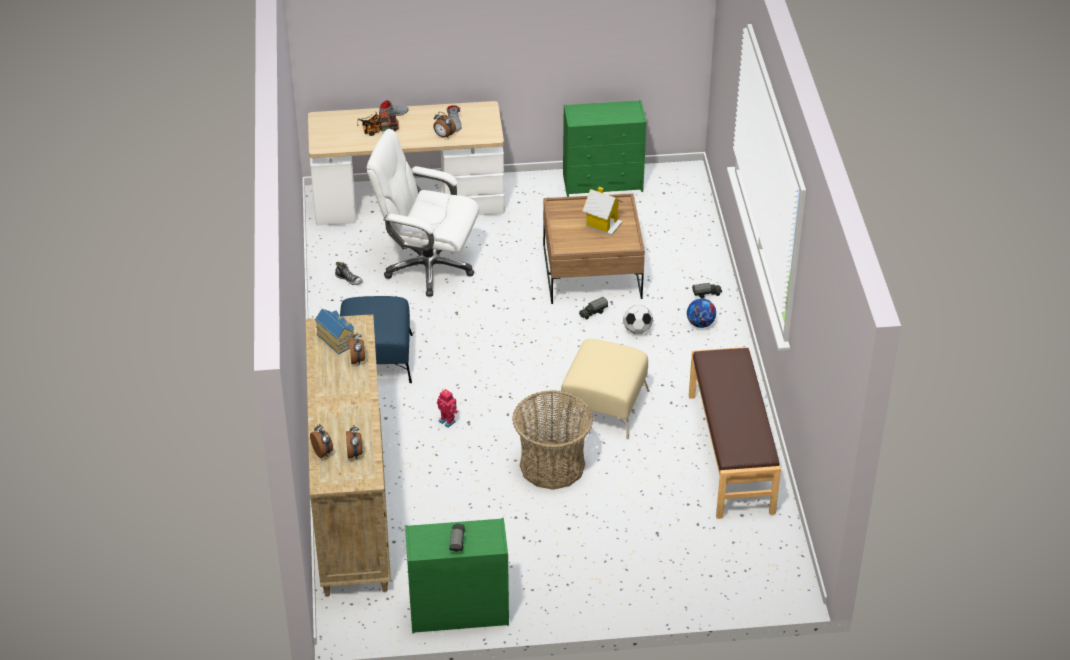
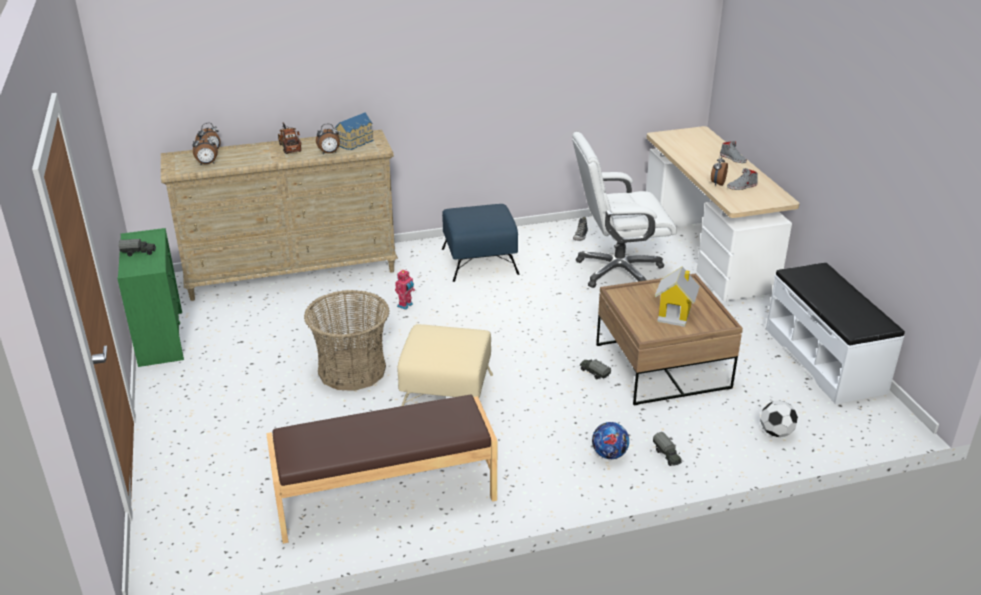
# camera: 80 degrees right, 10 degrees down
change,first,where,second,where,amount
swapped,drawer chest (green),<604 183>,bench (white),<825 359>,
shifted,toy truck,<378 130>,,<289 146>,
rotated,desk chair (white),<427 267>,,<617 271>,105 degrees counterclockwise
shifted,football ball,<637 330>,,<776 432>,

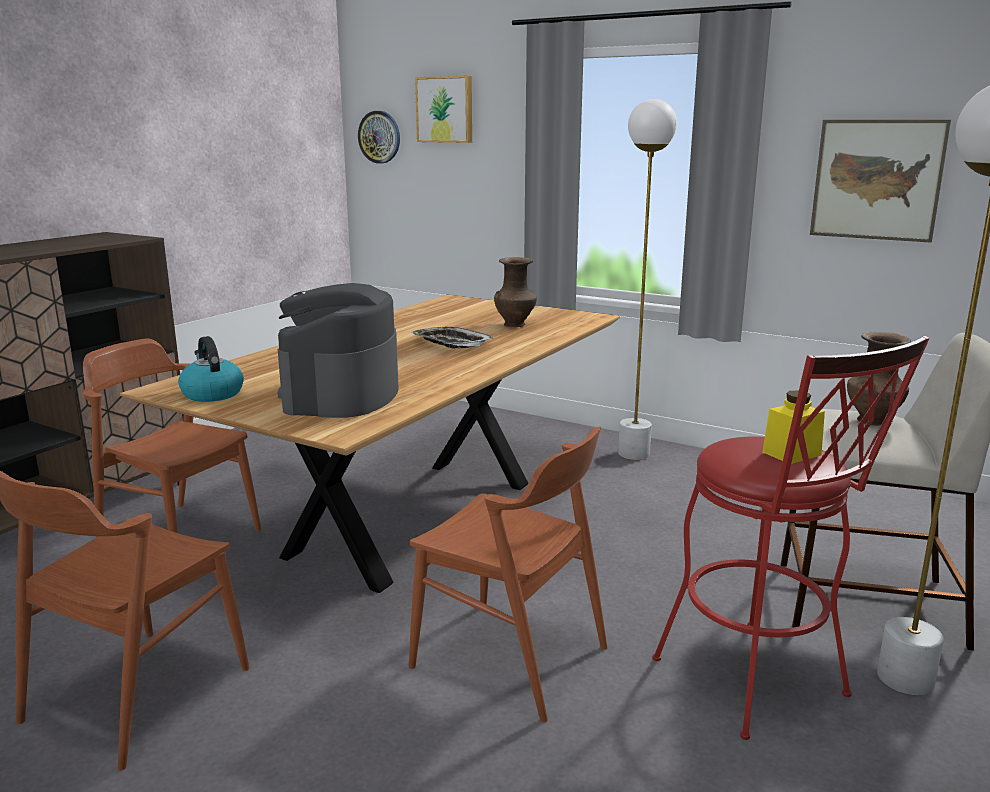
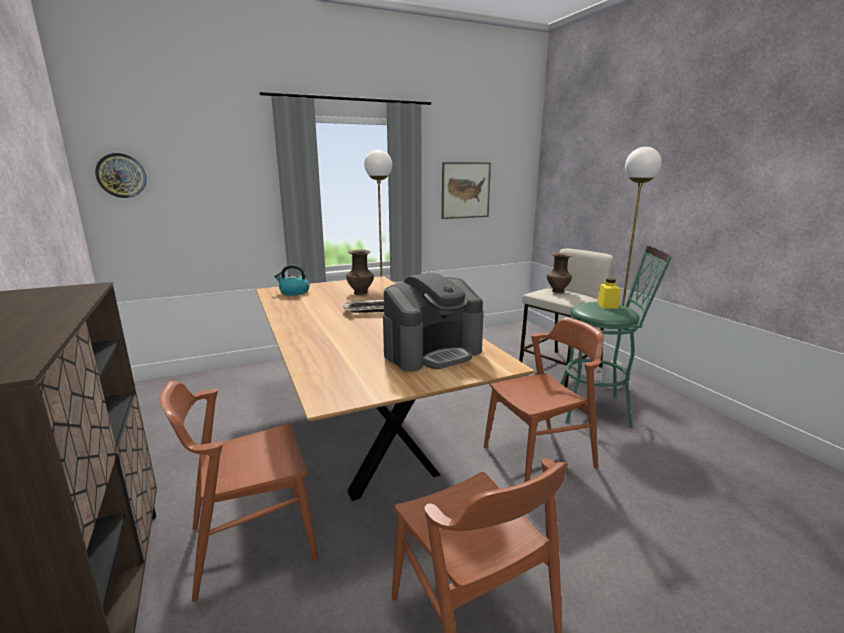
# camera: 55 degrees left, 0 degrees up
change,first,where,second,where,amount
gone,picture,<445 109>,,,
rotated,coffee maker,<341 395>,,<432 352>,75 degrees counterclockwise
shifted,kettle,<212 394>,,<294 292>,
repainted,stool (red-coloured),<759 685>,stool (green),<599 410>,

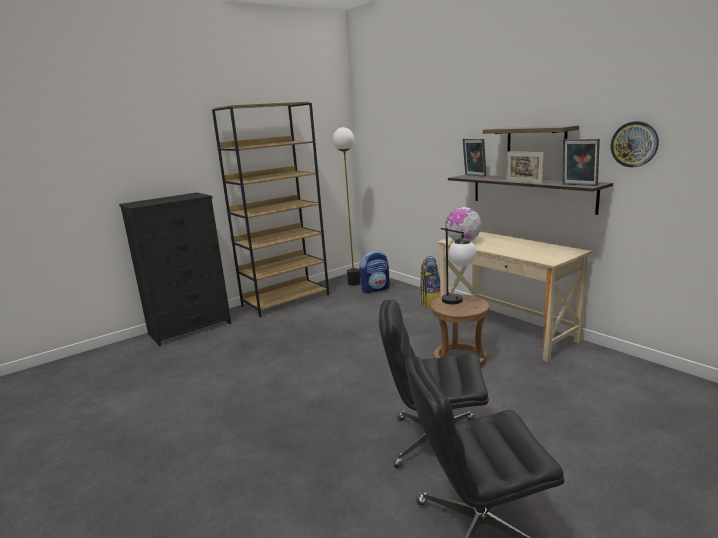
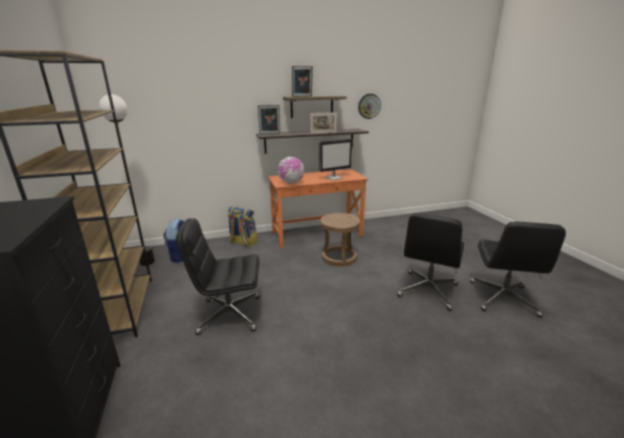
# camera: 70 degrees left, 5 degrees up
change,first,where,second,where,amount
shifted,picture frame,<578 185>,,<302 96>,
gone,lamp for a table,<458 302>,,,
repainted,desk unit (sand-coloured),<507 331>,desk unit (orange-coloured),<317 234>,
new,,,computer screen,<334 178>,
new,,,desk chair (blackish),<228 315>,

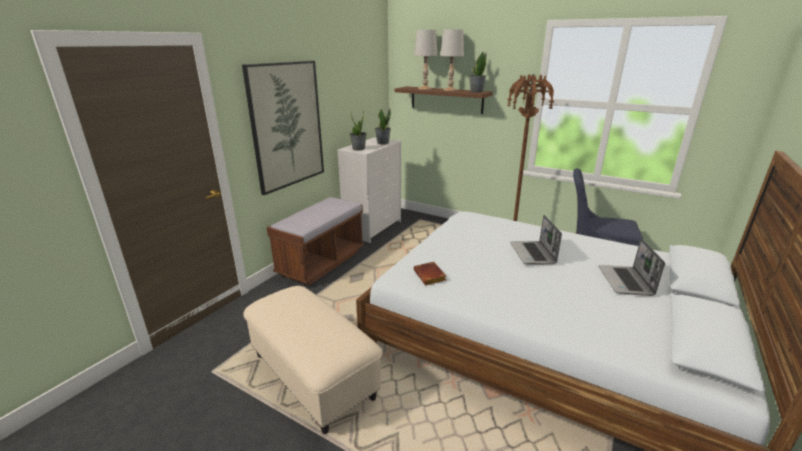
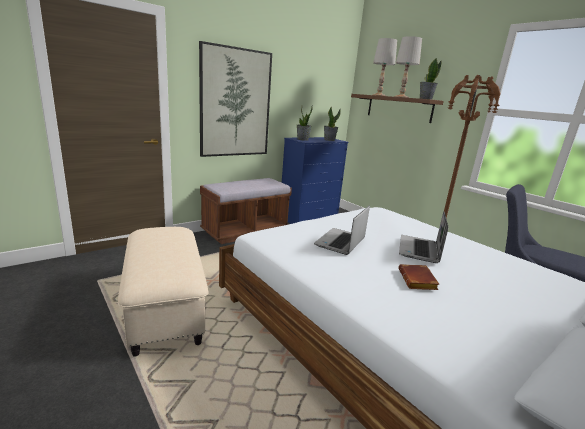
# camera: 20 degrees right, 5 degrees down
change,first,where,second,where,amount
repainted,drawer chest (white),<373 228>,drawer chest (blue),<309 218>,
shifted,laptop,<626 281>,,<340 242>,
shifted,bound book (brown-coloured),<430 276>,,<418 281>,

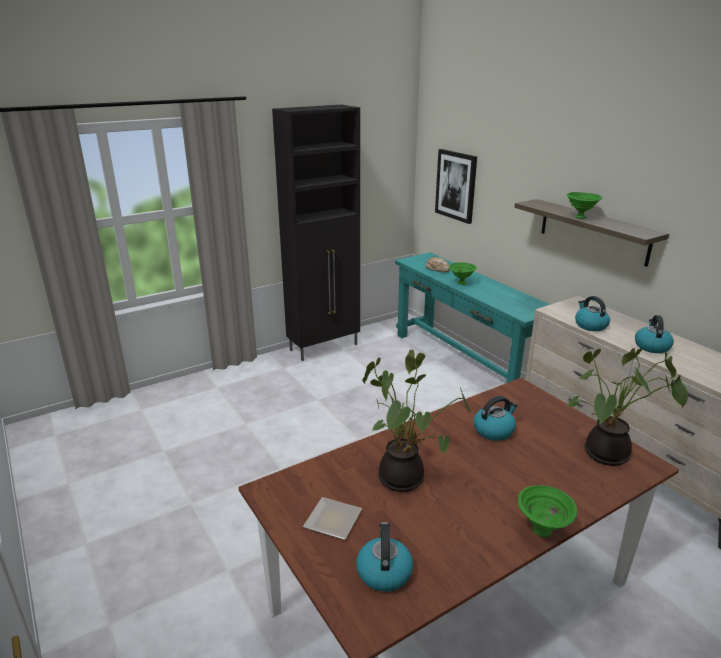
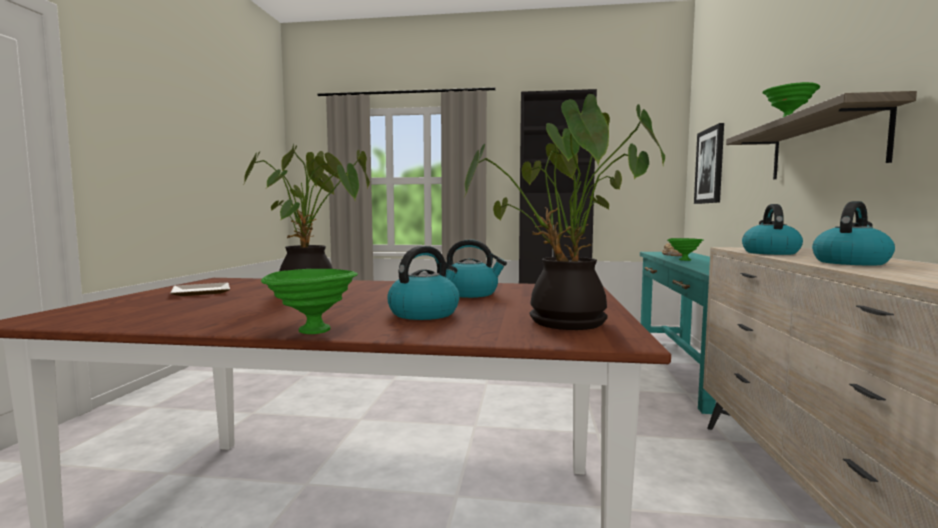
# camera: 40 degrees right, 20 degrees down
change,first,where,second,where,amount
shifted,kettle,<384 572>,,<424 313>,

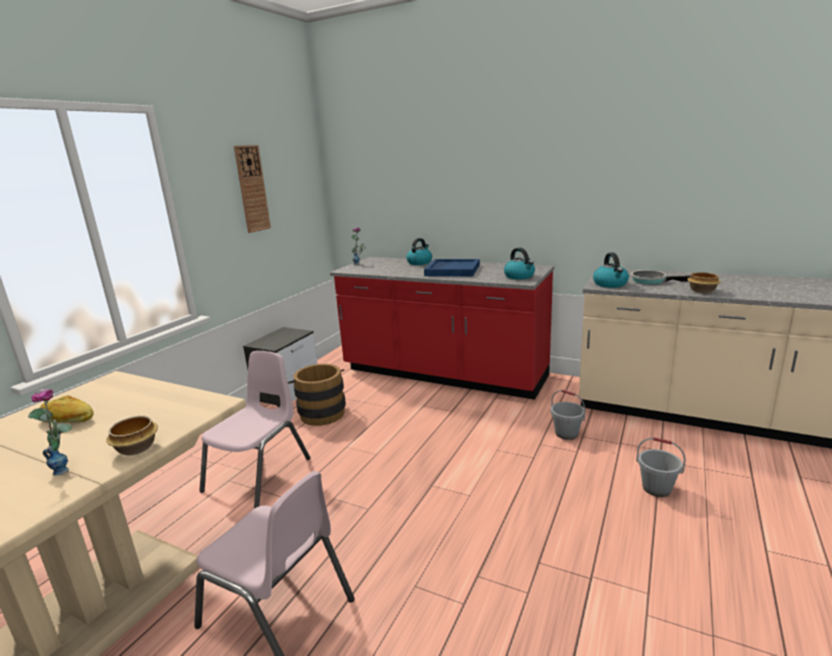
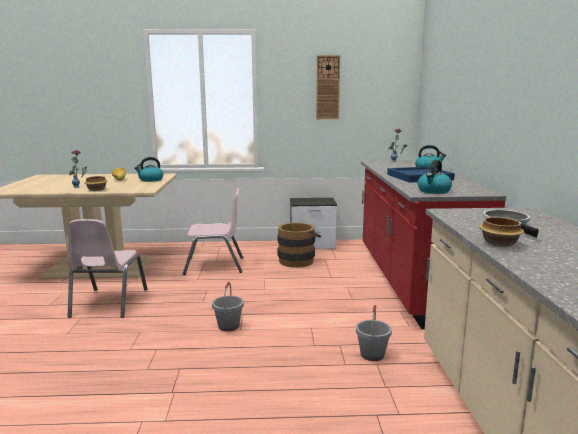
# camera: 60 degrees right, 5 degrees down
change,first,where,second,where,amount
shifted,kettle,<610 284>,,<150 180>,
shifted,pail (greyish),<657 488>,,<229 326>,

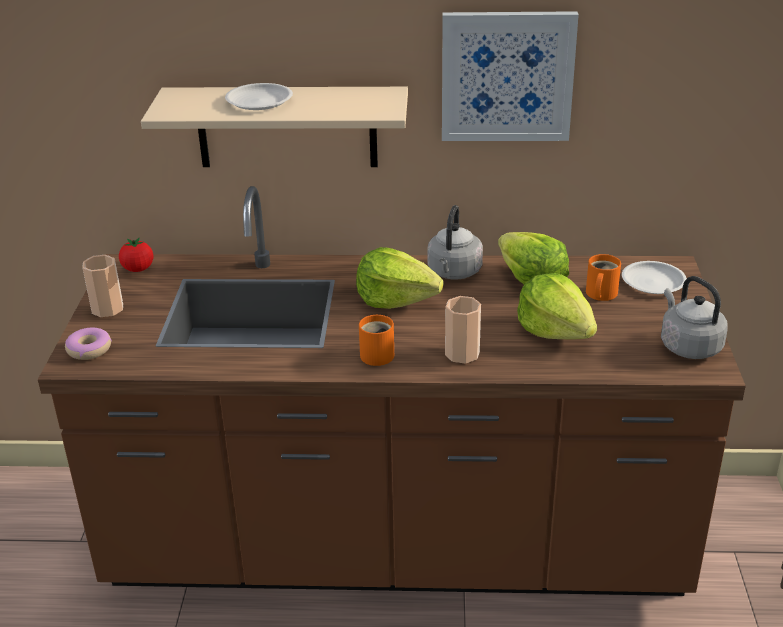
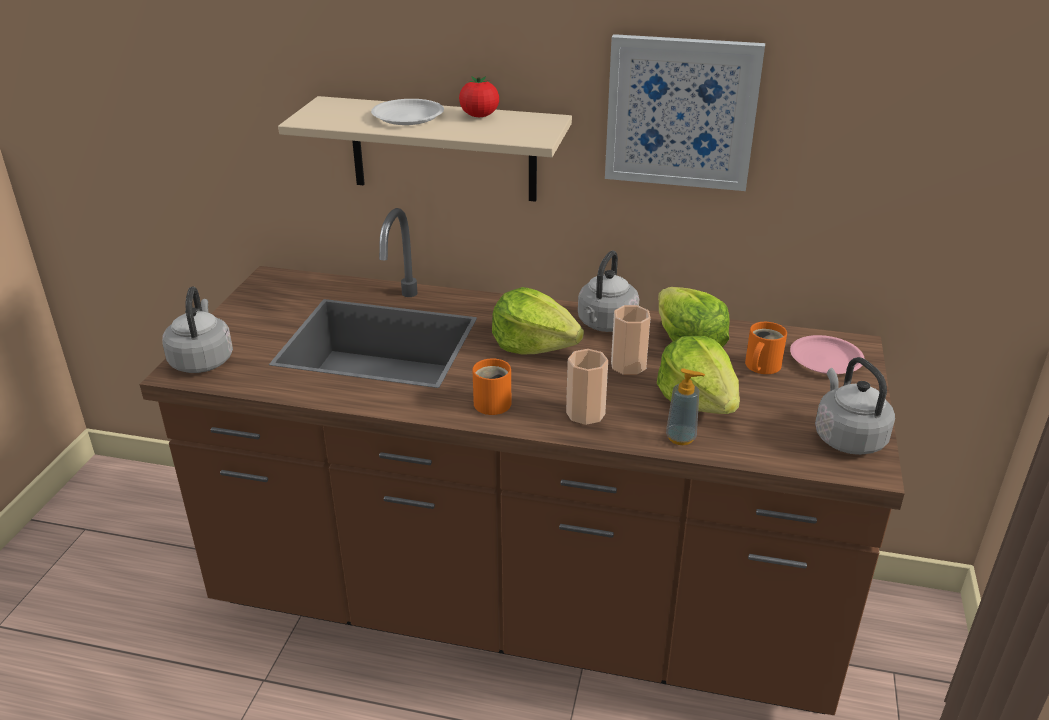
# camera: 10 degrees right, 0 degrees up
change,first,where,second,where,amount
shifted,whole tomato,<138 269>,,<479 116>,
shifted,cup,<107 309>,,<628 365>,
repainted,plate (white),<653 282>,plate (pink-coloured),<826 360>,
swapped,donut,<89 349>,kettle (greyish),<202 360>,
new,,,liquid soap bottle,<681 437>,

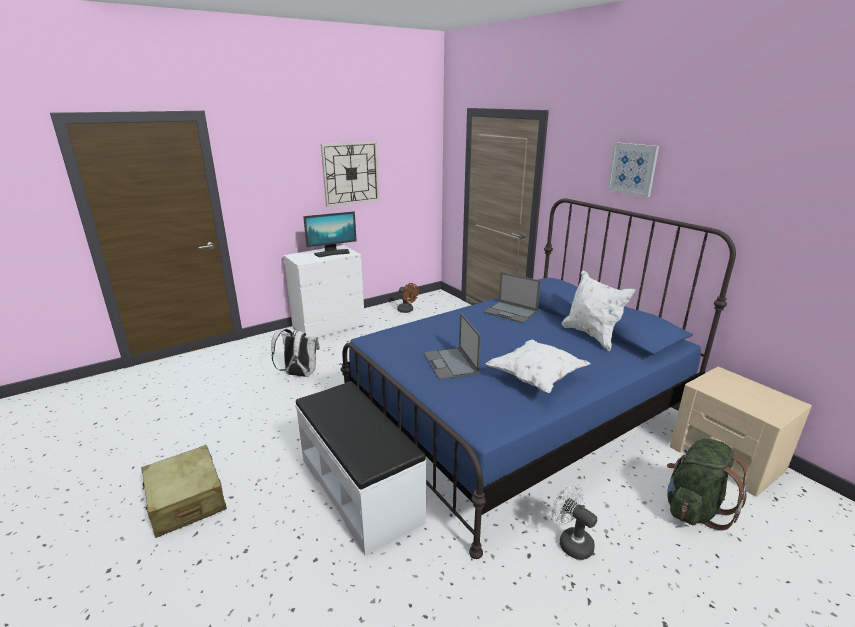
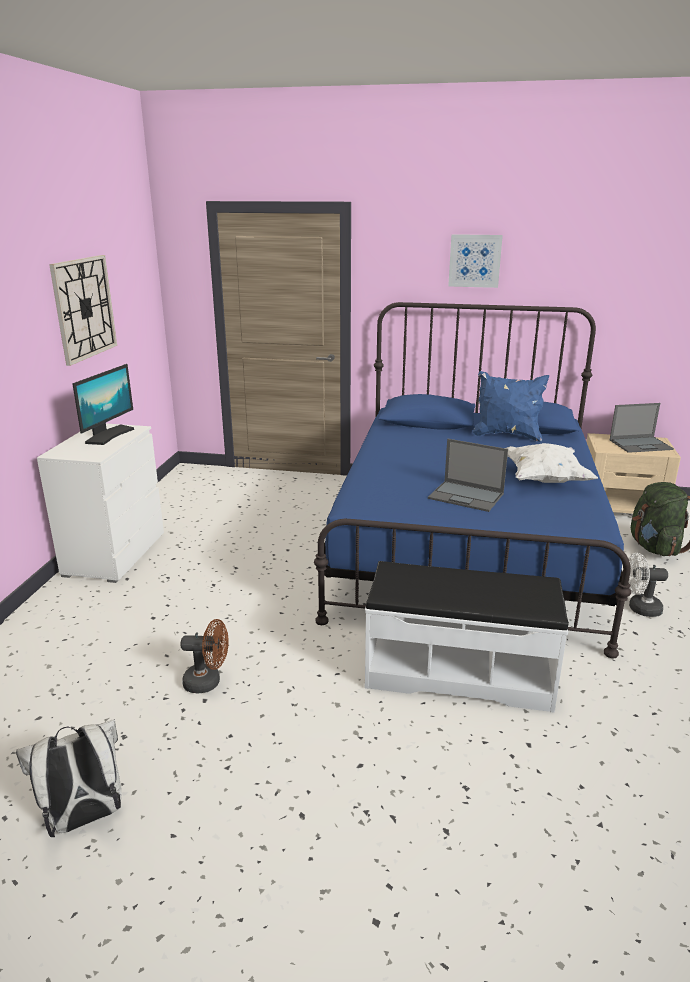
# camera: 45 degrees left, 0 degrees up
change,first,where,second,where,amount
repainted,cushion (white),<591 335>,cushion (blue),<507 435>,
shifted,laptop,<511 312>,,<641 444>,
shifted,electric fan (brown-coloured),<407 310>,,<208 682>,
shifted,rucksack (white),<299 374>,,<85 818>,
gone,suitcase (sand-coloured),<186 500>,,,

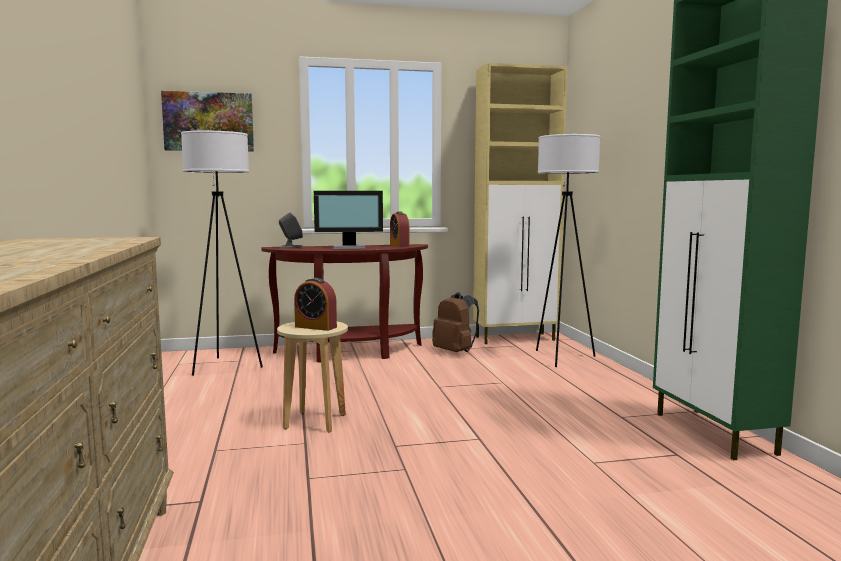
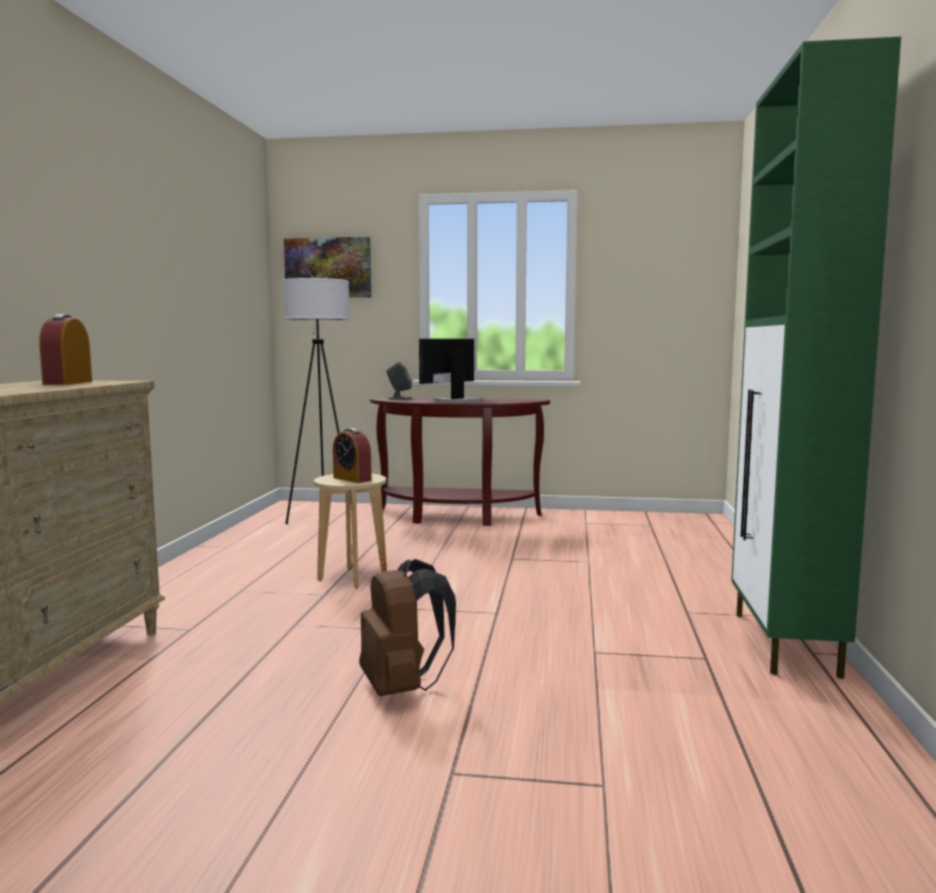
# camera: 20 degrees right, 0 degrees up
change,first,where,second,where,amount
gone,storage cabinet (sand-coloured),<516 339>,,,
gone,standard lamp (white),<561 358>,,,
rotated,computer screen,<350 247>,,<455 401>,120 degrees clockwise
shifted,bedside clock,<399 245>,,<68 383>,
shifted,rucksack (brown-coloured),<455 352>,,<402 688>,

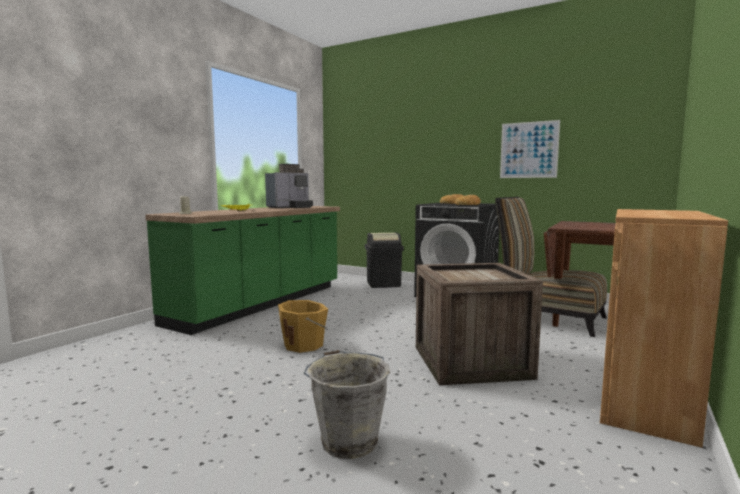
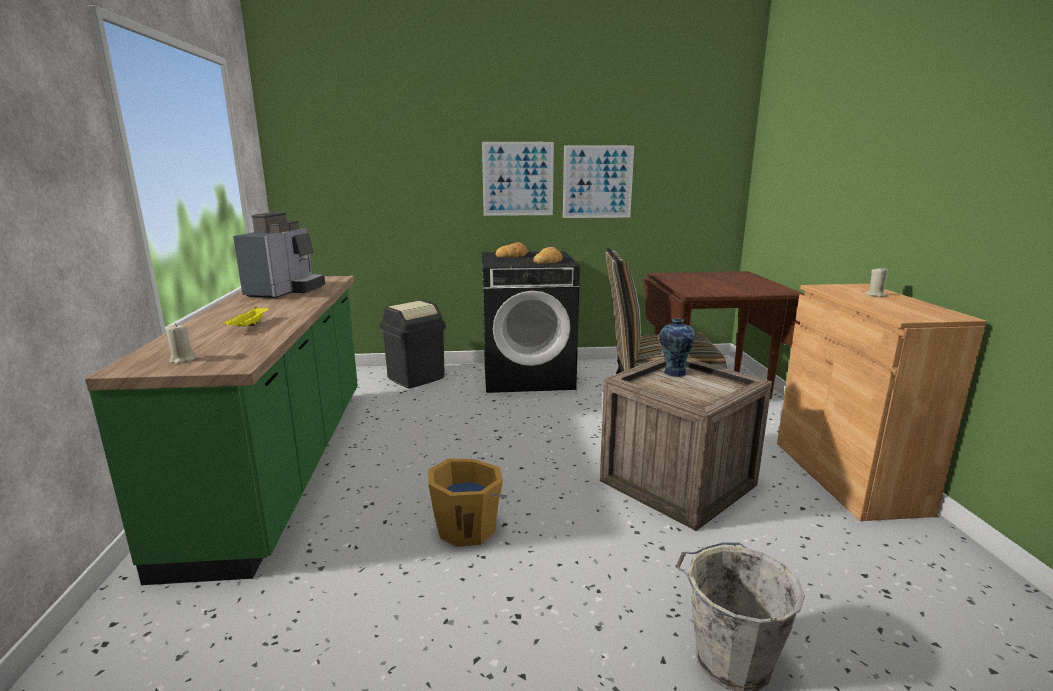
# camera: 35 degrees left, 10 degrees up
change,first,where,second,where,amount
new,,,picture,<518 179>,
new,,,candle (sand-coloured),<875 295>,
new,,,flower vase,<673 372>,

